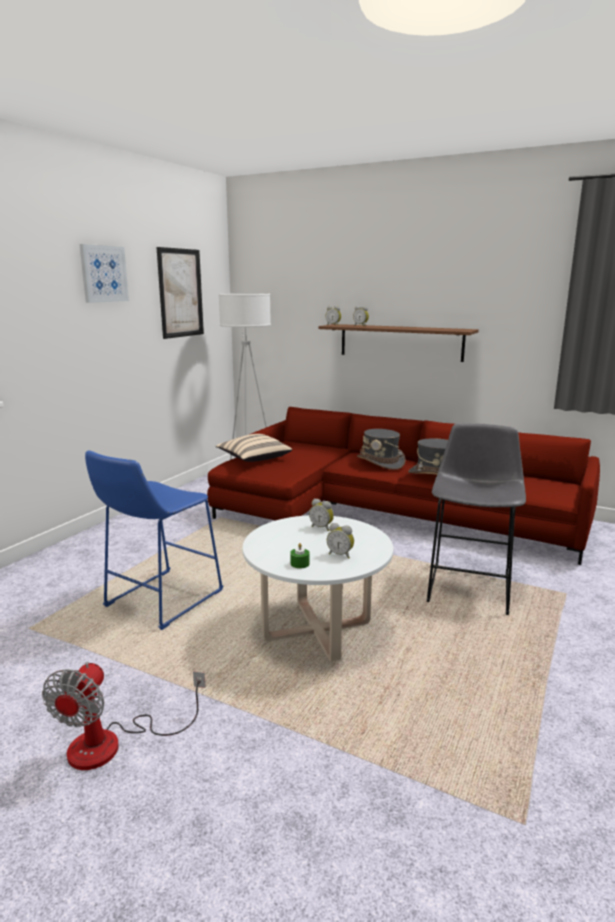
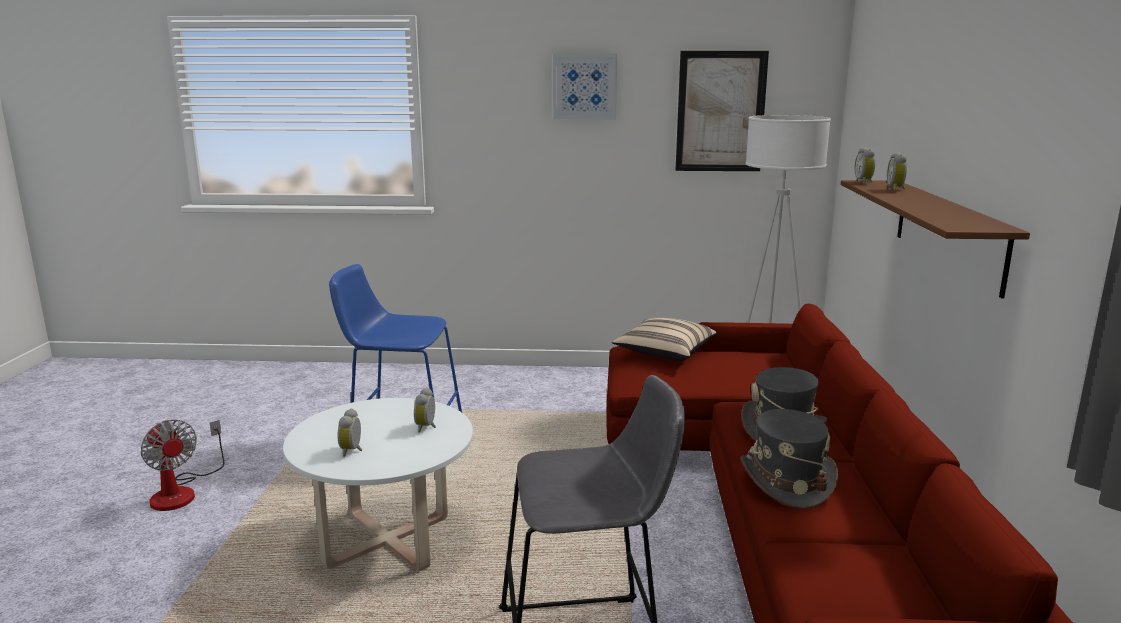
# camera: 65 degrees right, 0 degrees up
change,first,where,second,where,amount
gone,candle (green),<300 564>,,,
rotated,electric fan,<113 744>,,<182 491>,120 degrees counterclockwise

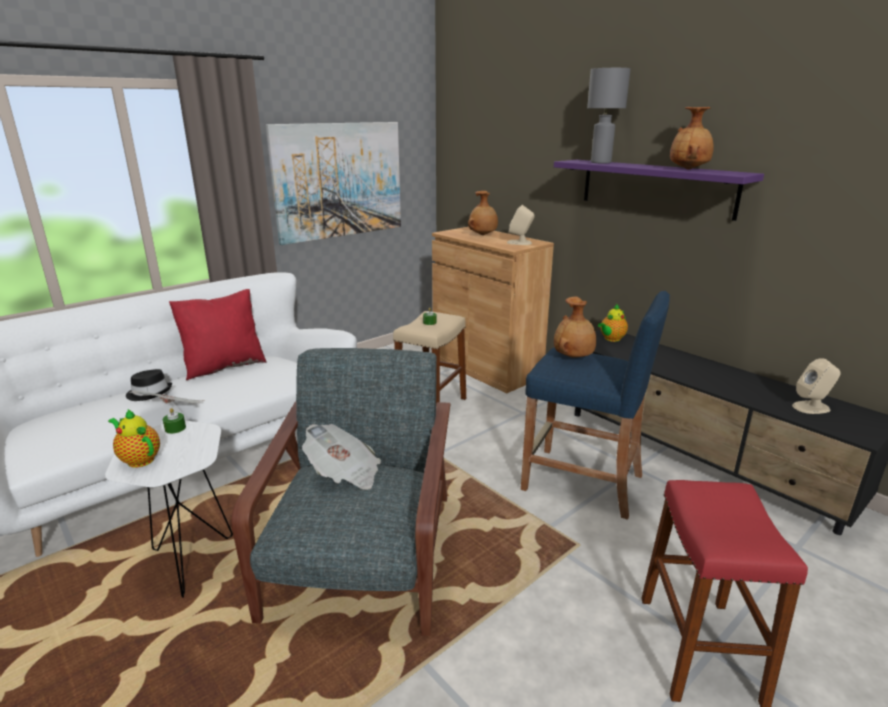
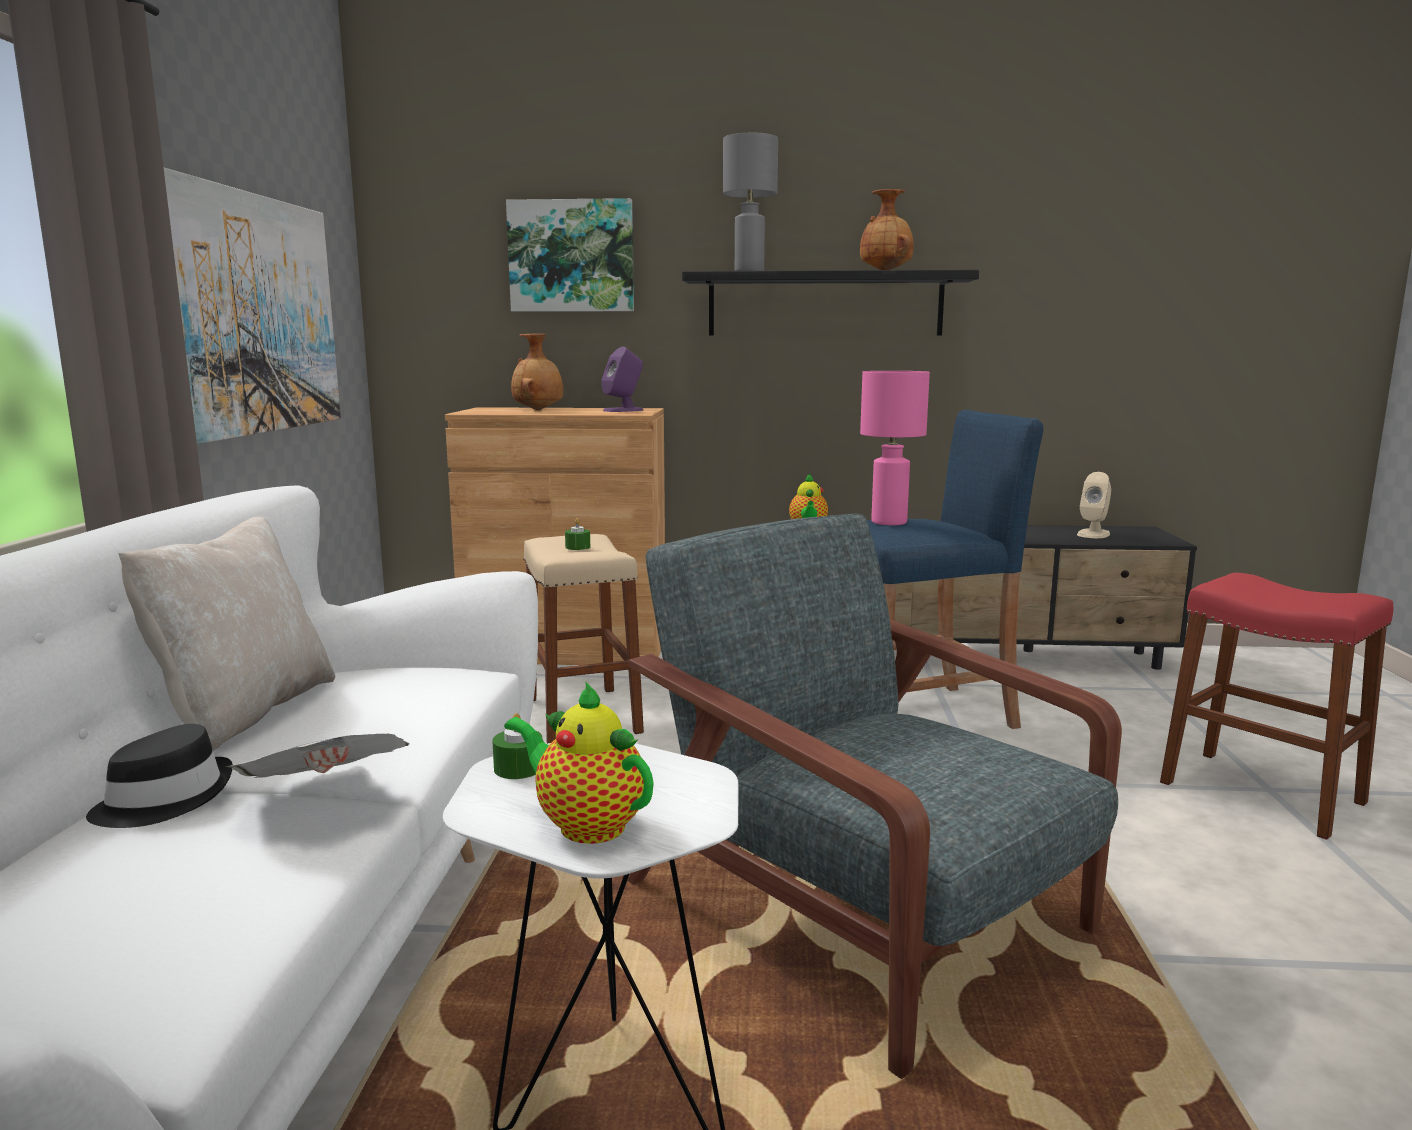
# camera: 45 degrees left, 10 degrees down
change,first,where,second,where,amount
repainted,bracket shelf (purplish),<656 187>,bracket shelf (blackish),<825 305>,
repainted,loudspeaker (sand-coloured),<519 243>,loudspeaker (purplish),<623 410>,
repainted,cushion (red-coloured),<224 366>,cushion (sand-coloured),<243 713>,
swapped,flower vase (brown-coloured),<574 357>,lamp for a table (pink-coloured),<890 522>,
rotated,pot for tea,<139 459>,,<585 825>,45 degrees clockwise
gone,newspaper,<344 473>,,,
new,,,picture,<571 256>,

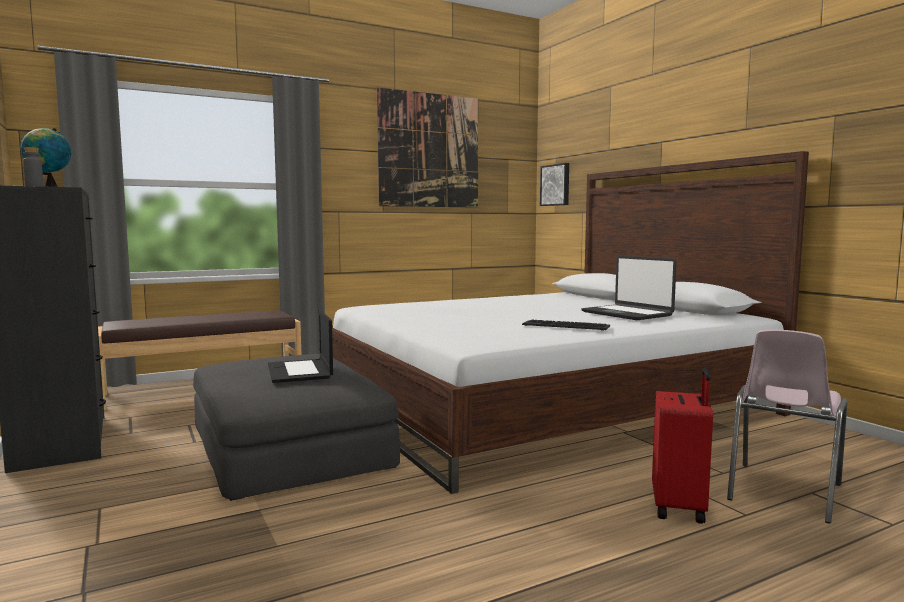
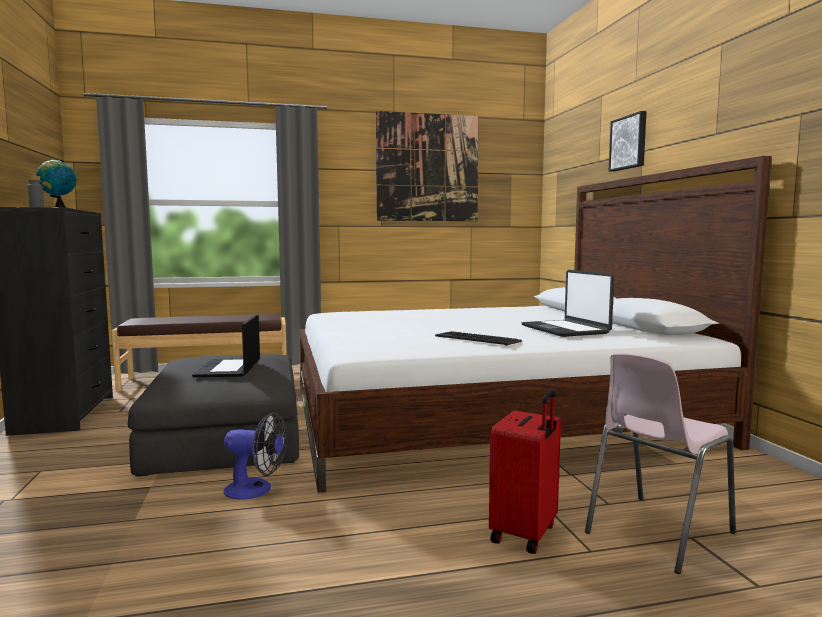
# camera: 15 degrees right, 0 degrees up
change,first,where,second,where,amount
shifted,picture,<556 185>,,<629 142>,
new,,,electric fan,<256 490>,

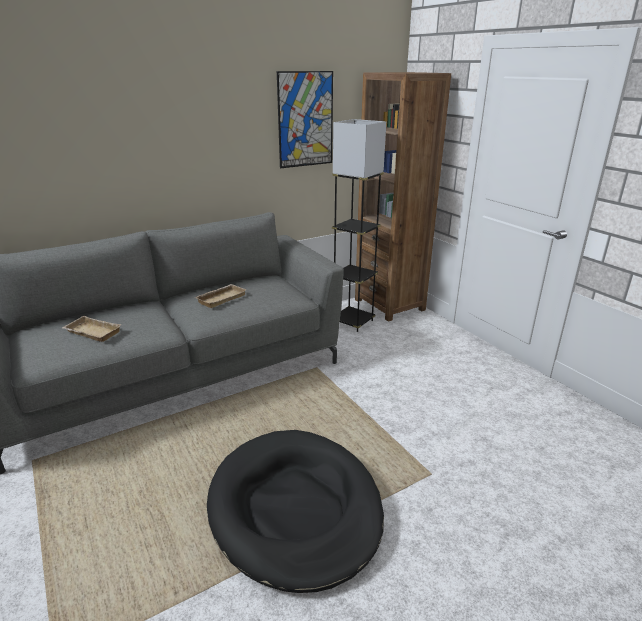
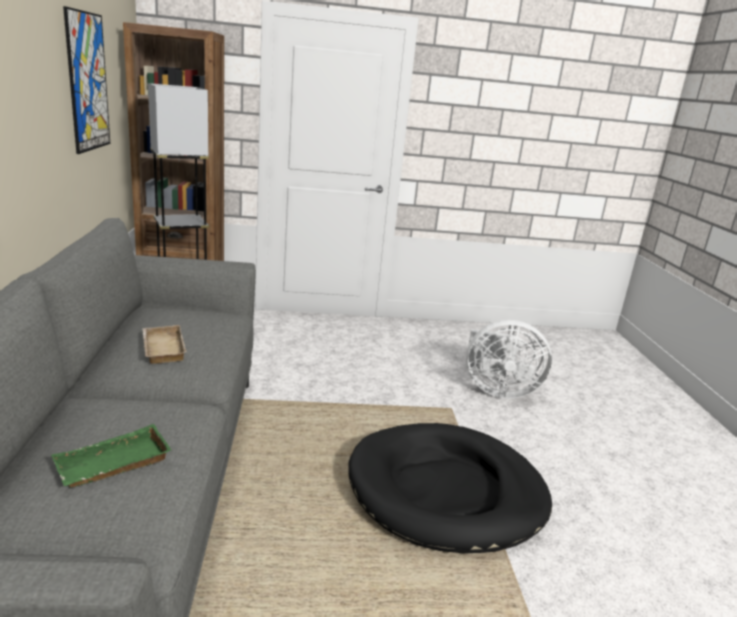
# camera: 65 degrees left, 5 degrees down
change,first,where,second,where,amount
repainted,serving tray (sand-coloured),<91 333>,serving tray (green),<112 465>,
new,,,electric fan (white),<497 390>,

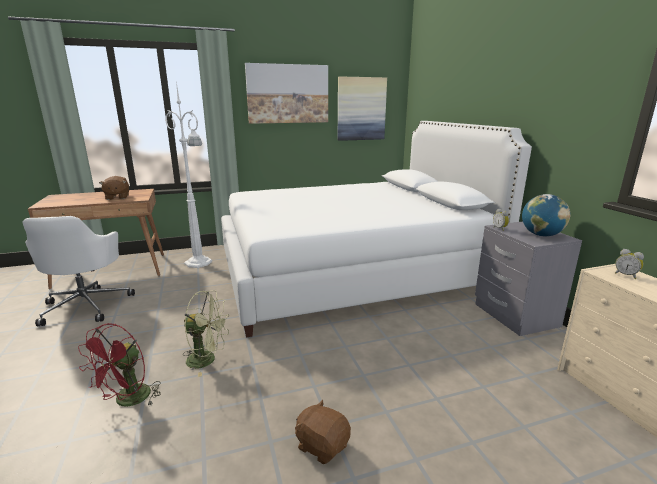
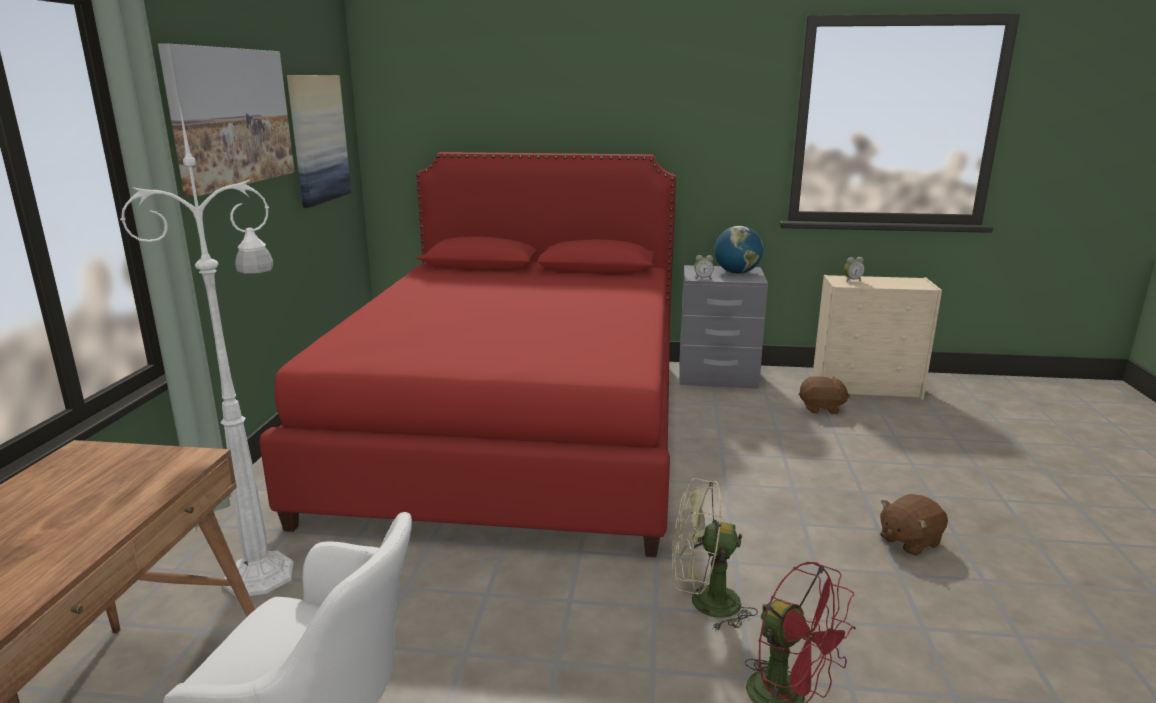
# camera: 65 degrees left, 0 degrees up
change,first,where,second,where,amount
repainted,bed (white),<351 273>,bed (red-coloured),<516 428>,
shifted,plush toy (brown-coloured),<117 197>,,<821 408>,
rotated,electric fan (green),<207 360>,,<704 603>,120 degrees counterclockwise

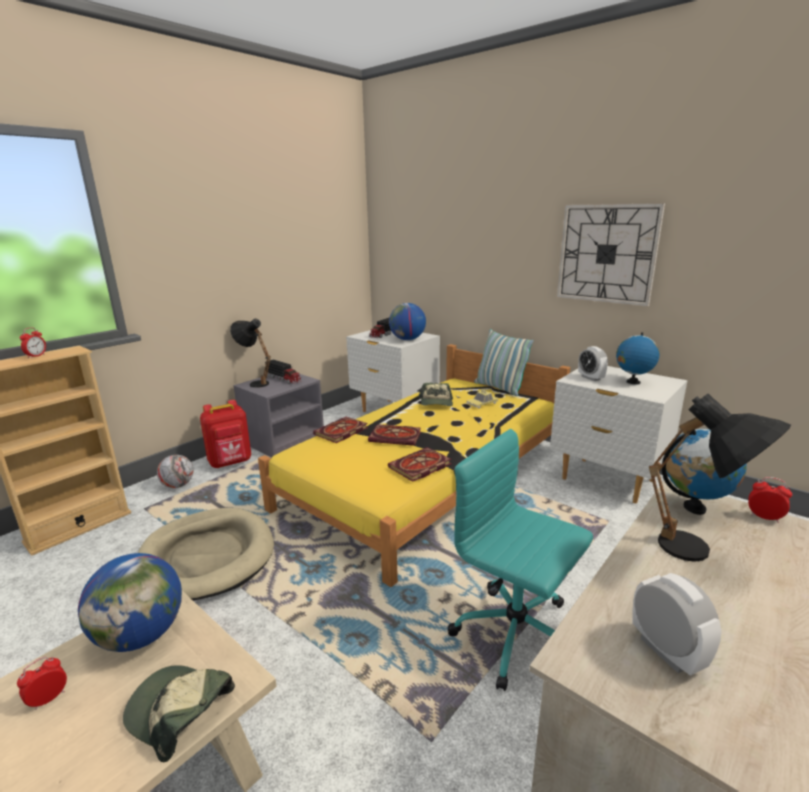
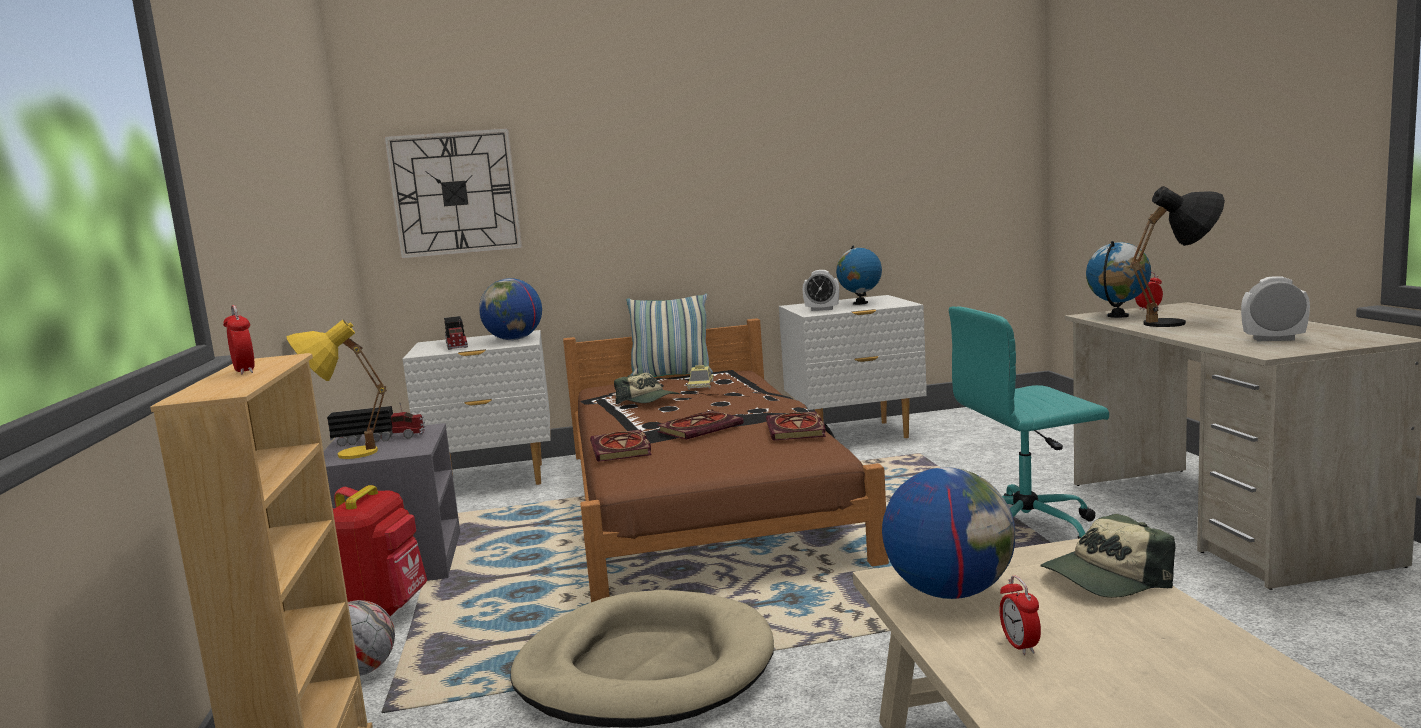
# camera: 50 degrees left, 10 degrees down
change,first,where,second,where,amount
shifted,clock on the wall,<607 254>,,<455 193>,
repainted,lamp for a table (blackish),<255 383>,lamp for a table (yellow-coloured),<342 455>,
repainted,bed (yellow-coloured),<428 476>,bed (brown-coloured),<700 500>,

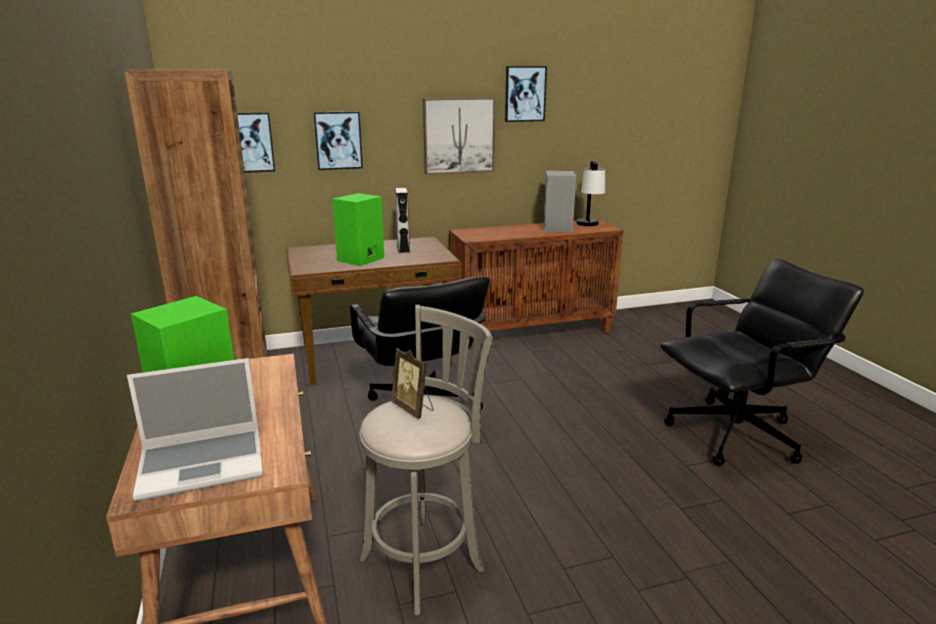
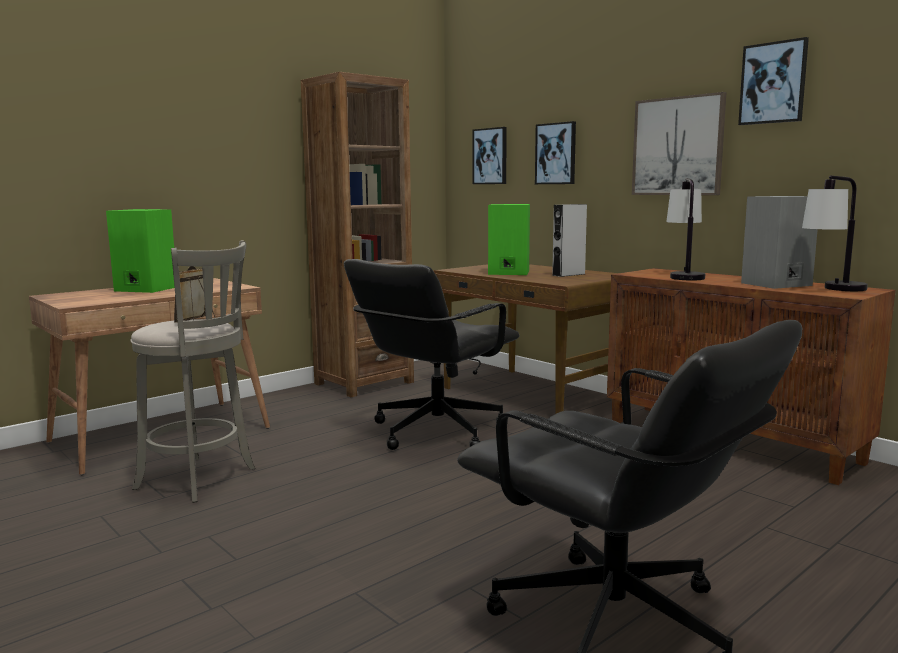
# camera: 65 degrees right, 10 degrees down
change,first,where,second,where,amount
gone,laptop,<204 463>,,,
new,,,lamp for a table,<683 276>,

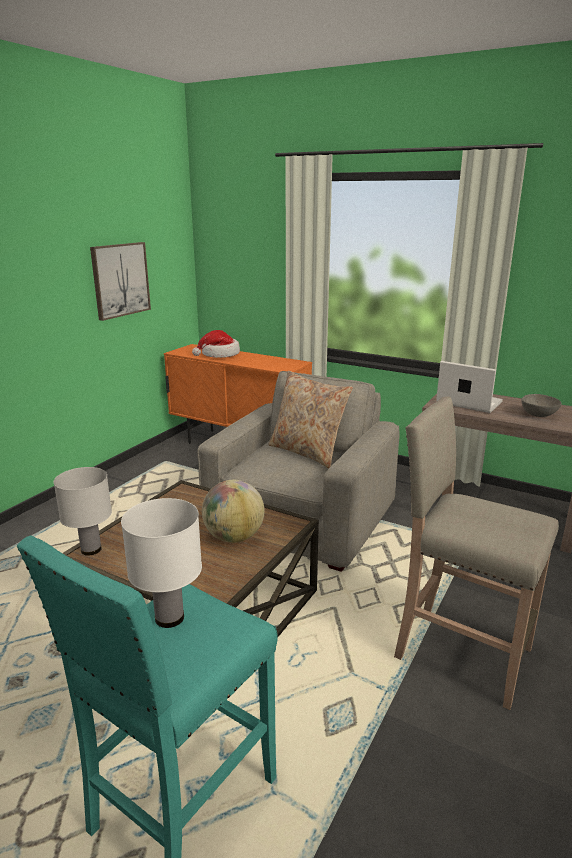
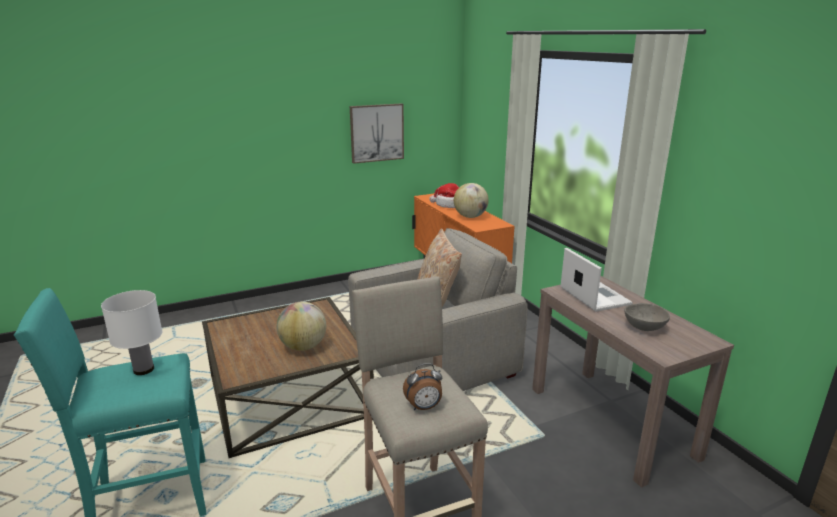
# camera: 35 degrees right, 0 degrees up
change,first,where,second,where,amount
gone,lamp for a table (white),<90 549>,,,
new,,,globe,<470 217>,
new,,,bedside clock,<424 407>,

